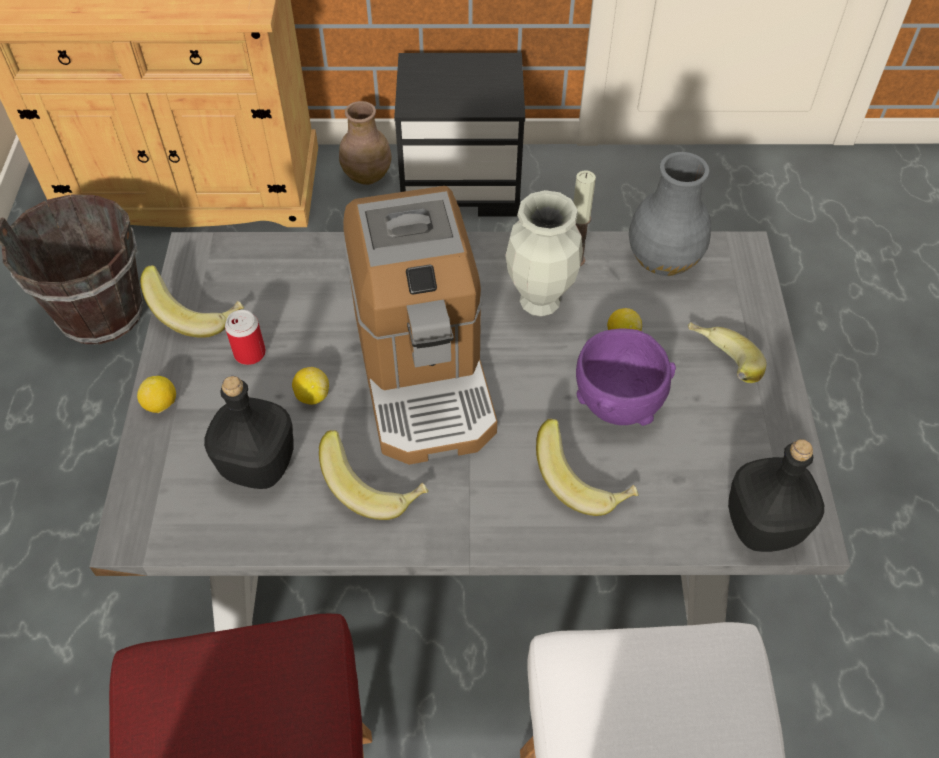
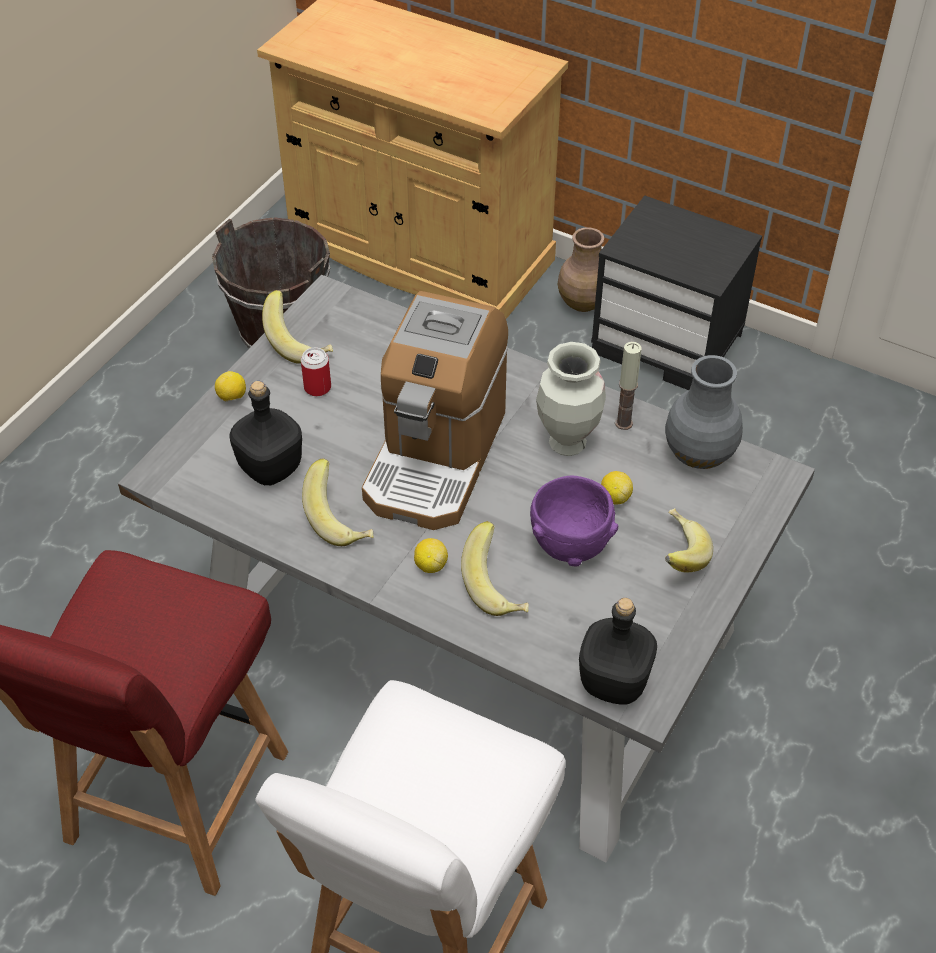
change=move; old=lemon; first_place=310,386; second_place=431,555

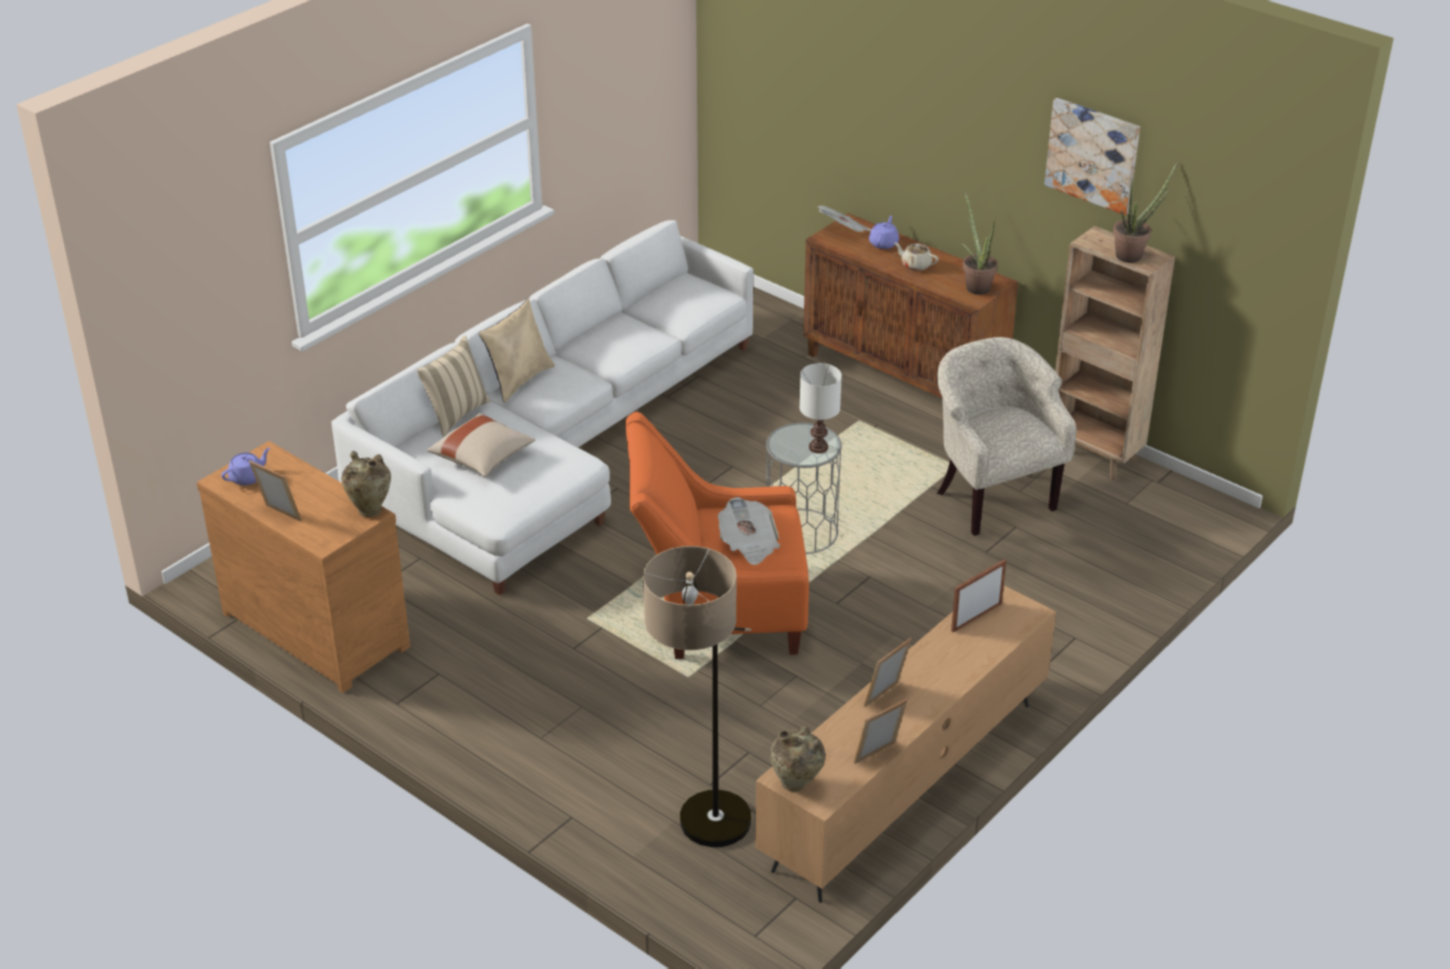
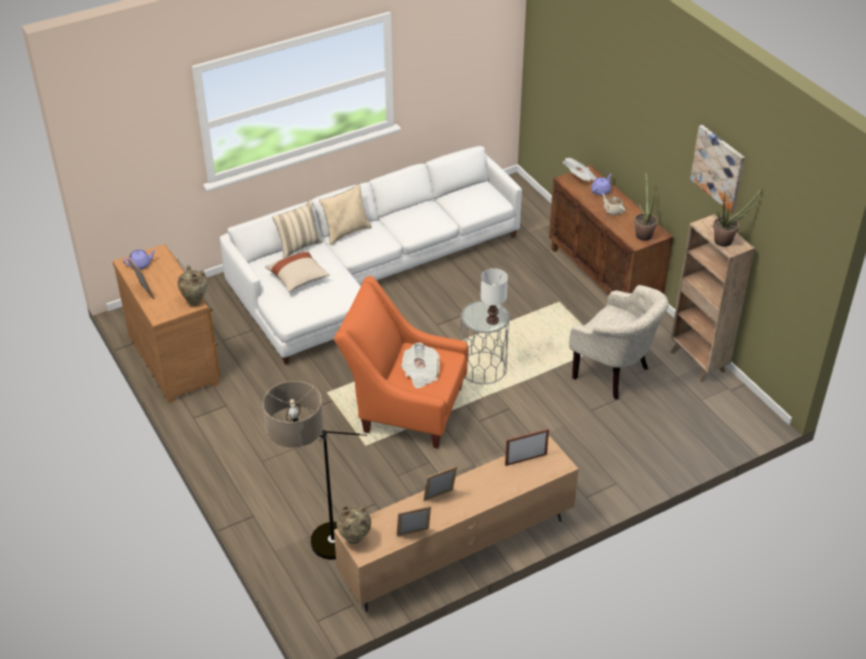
change=rotate; old=armchair/beige; first_place=1007,436; second_place=618,342; degrees=135

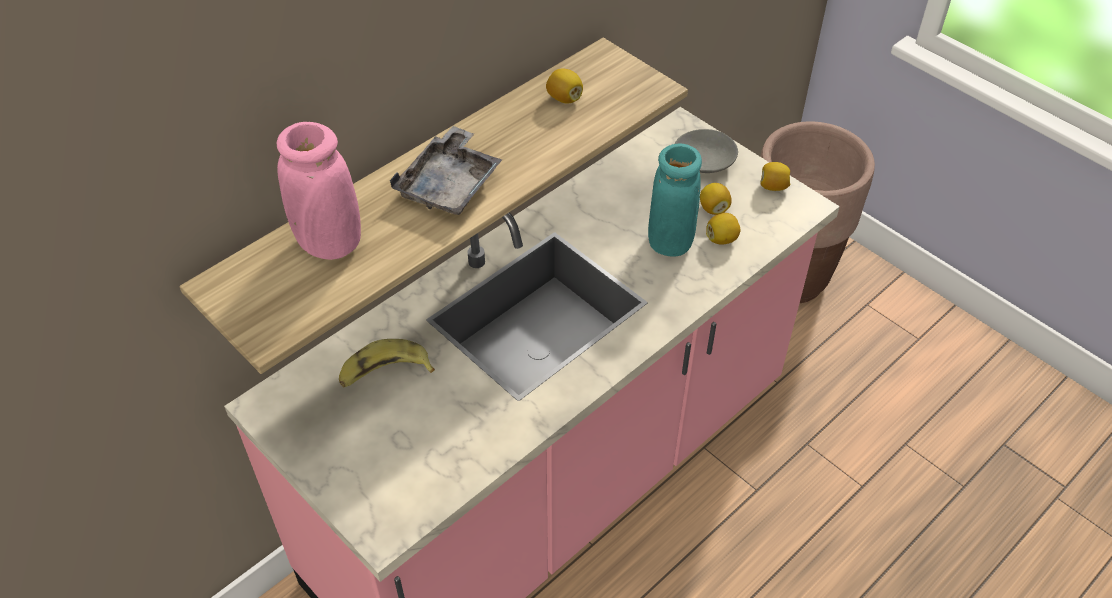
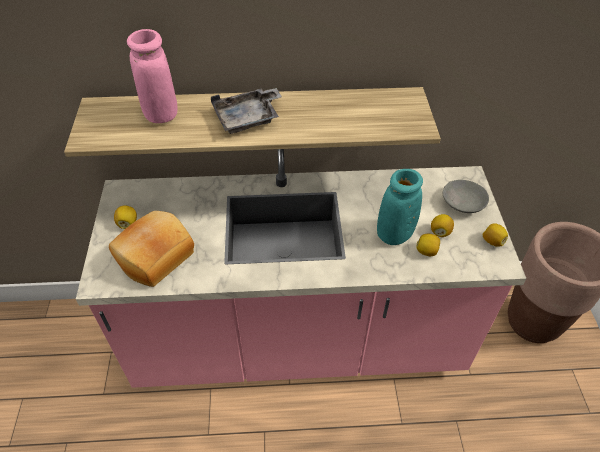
change=insert; new=bread; second_place=151,249
change=move; old=lemon; first_place=564,85; second_place=125,217
change=delete; old=banana; first_place=387,363

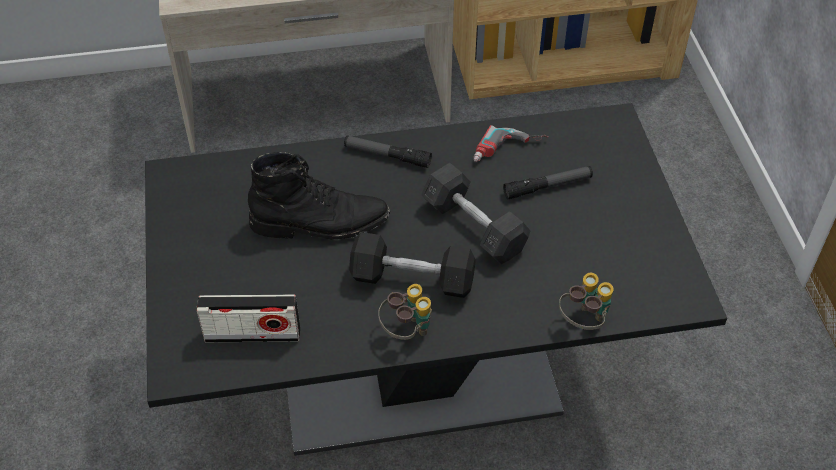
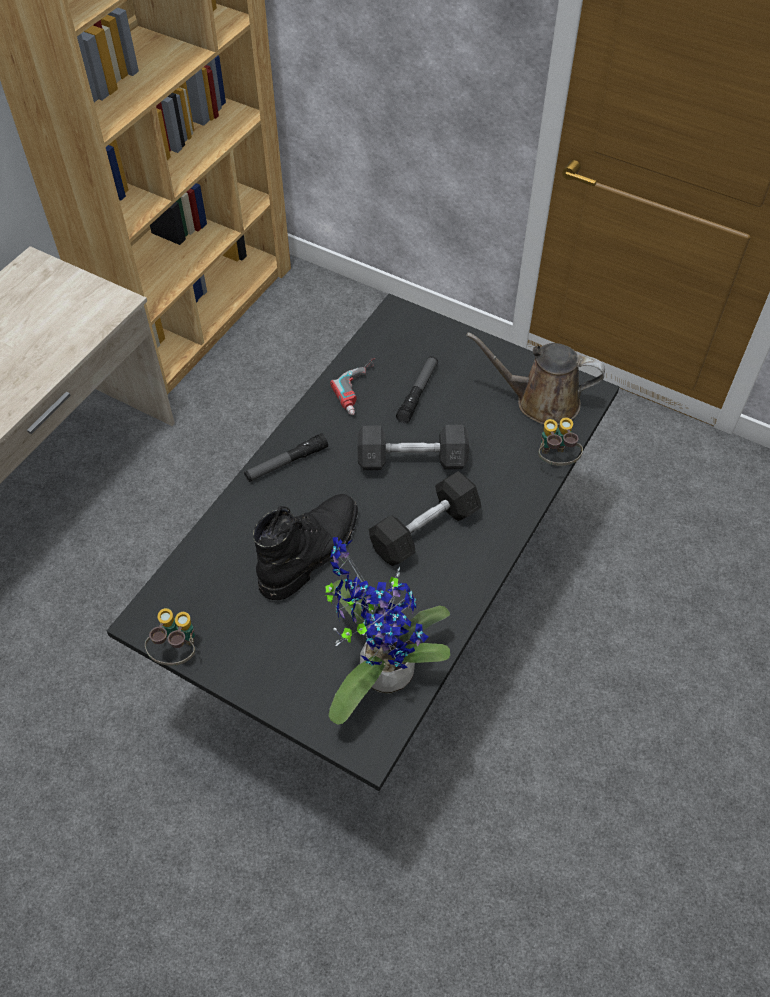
change=move; old=binoculars; first_place=405,312; second_place=170,637
change=replace; old=radio; new=potted plant; first_place=248,318; second_place=387,631
change=insert; new=watering can/brown; second_place=535,378

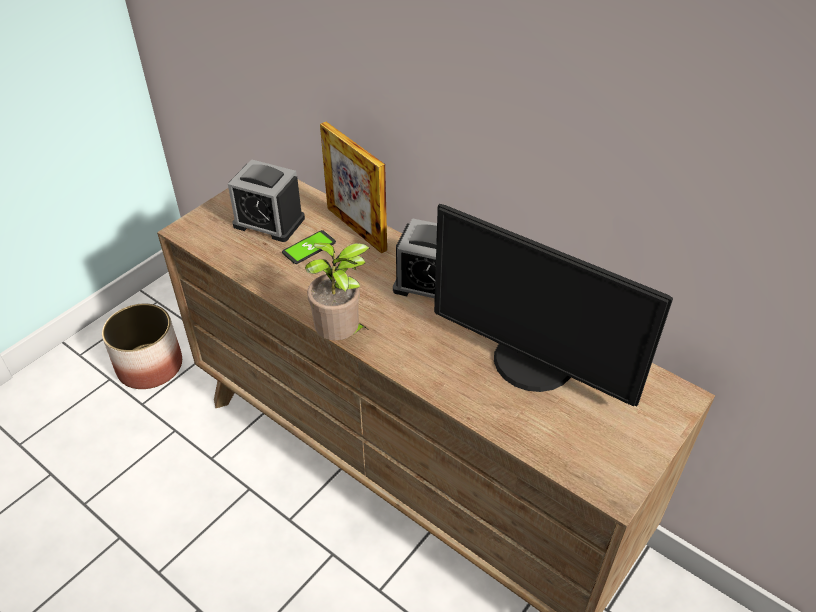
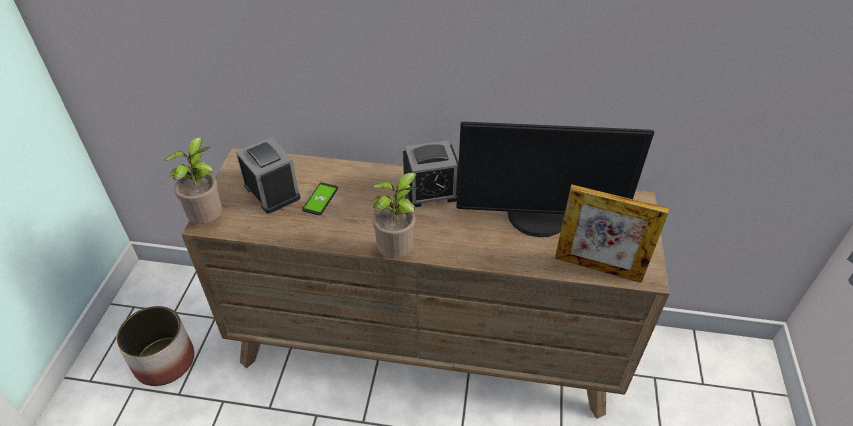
change=insert; new=potted plant; second_place=193,180
change=rotate; old=alarm clock; first_place=266,200; second_place=268,175; degrees=-120
change=move; old=picture frame; first_place=353,188; second_place=612,234

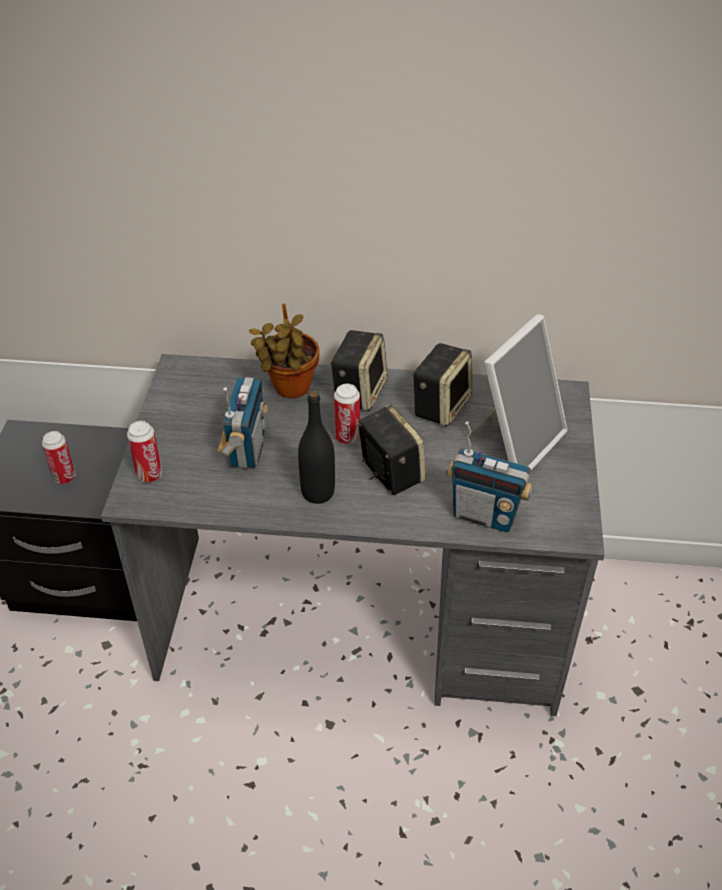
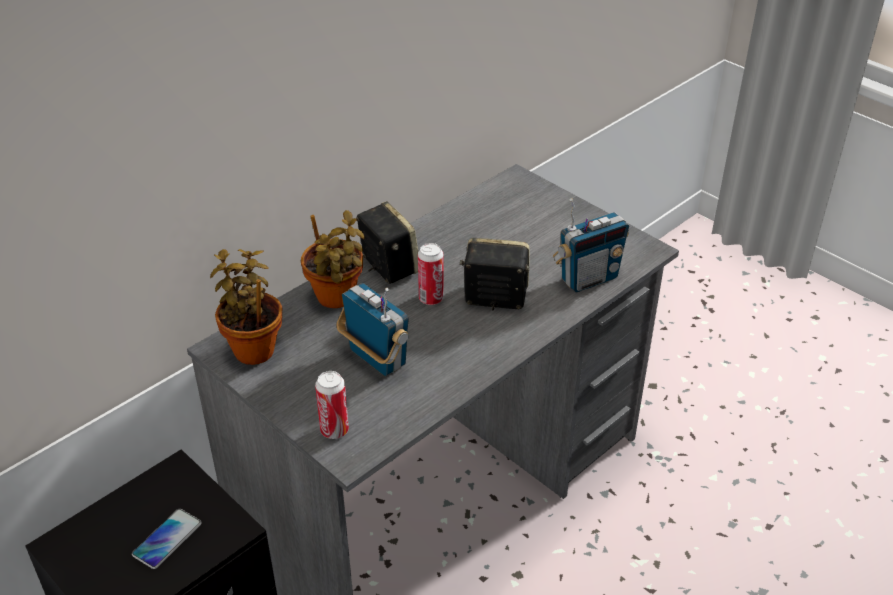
change=replace; old=can; new=phone; first_place=59,457; second_place=167,539
change=insert; new=potted plant; second_place=246,307
change=delete; old=bottle/black; first_place=316,447
change=delete; old=speaker; first_place=442,385
change=delete; old=picture frame; first_place=519,392

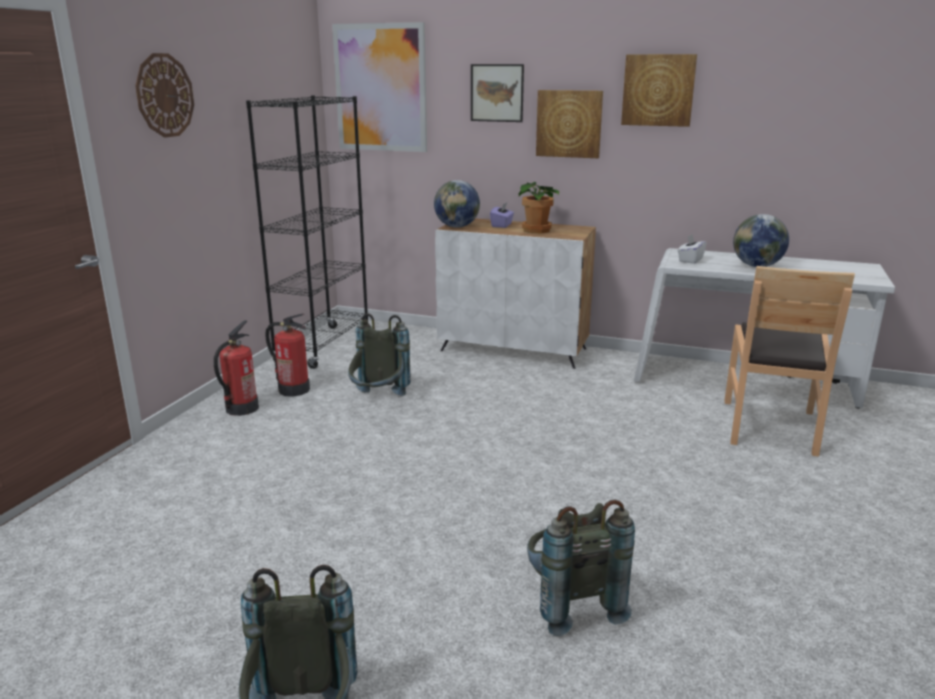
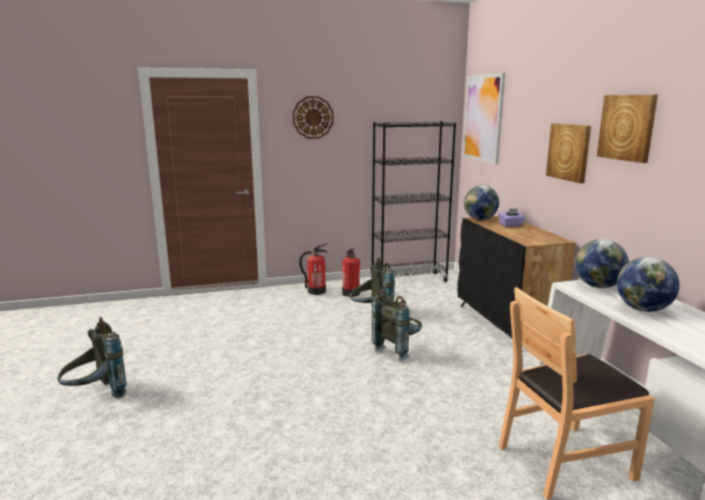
change=move; old=backpack/grey; first_place=581,568; second_place=397,326
change=recolor; old=cabinet/white; new=cabinet/black; first_place=515,293; second_place=516,277
change=replace; old=tissue box/white; new=globe; first_place=692,249; second_place=602,263
change=delete; old=picture; first_place=497,93
change=delete; old=potted plant; first_place=539,207

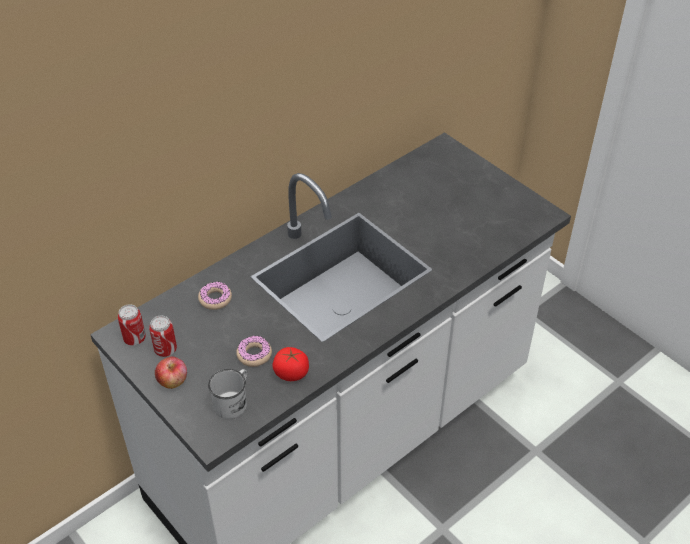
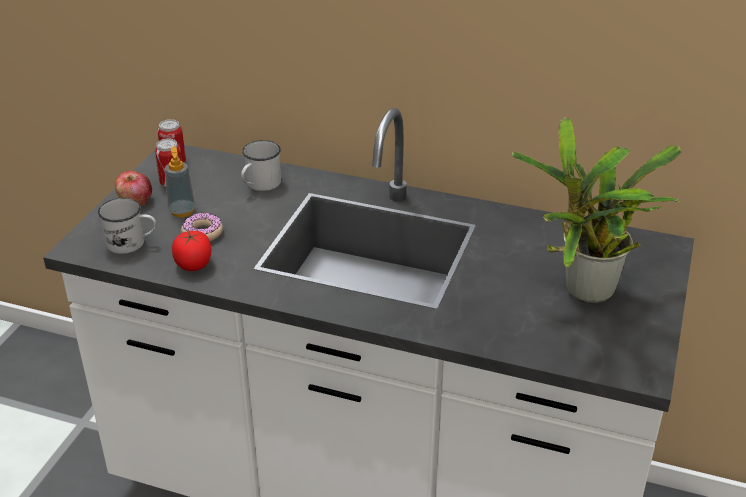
change=insert; new=soap dispenser; second_place=180,181
change=replace; old=donut; new=mug/white; first_place=215,295; second_place=261,165
change=insert; new=potted plant; second_place=597,210

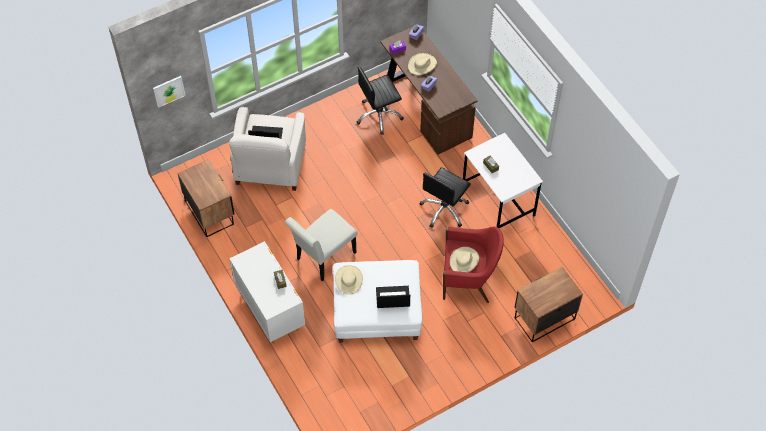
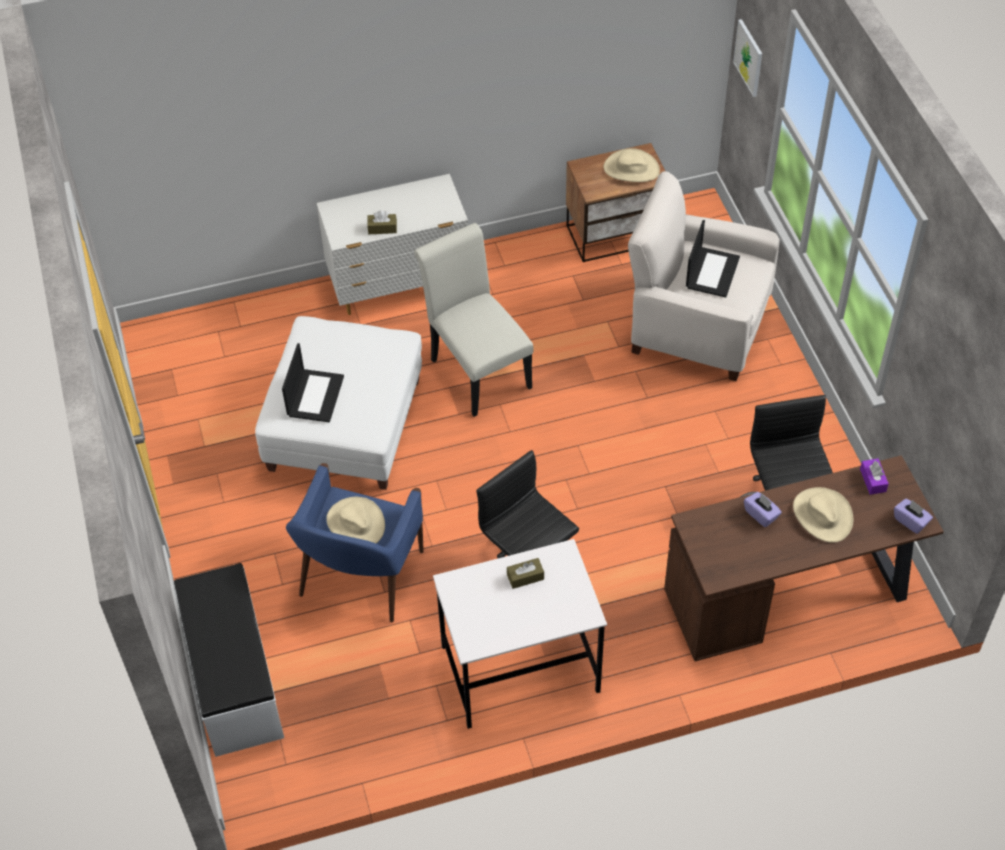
change=replace; old=nightstand; new=bench/white; first_place=549,304; second_place=229,660
change=recolor; old=armchair/red; new=armchair/blue; first_place=473,265; second_place=355,542
change=move; old=hat/beige; first_place=349,280; second_place=632,165

